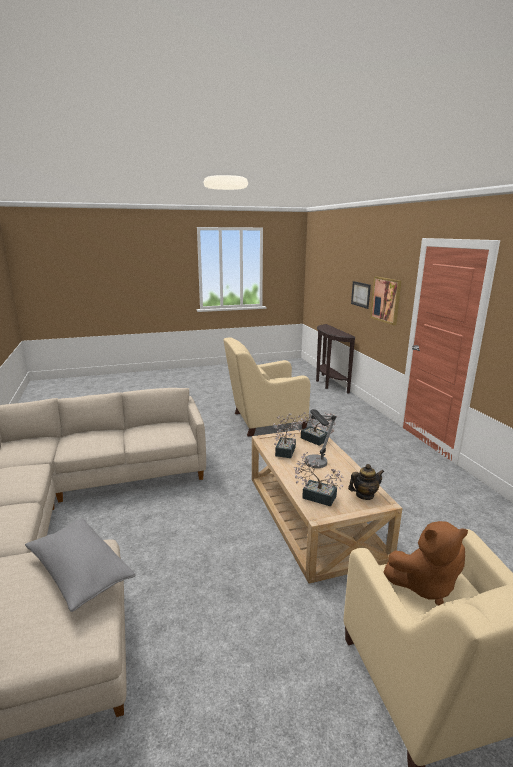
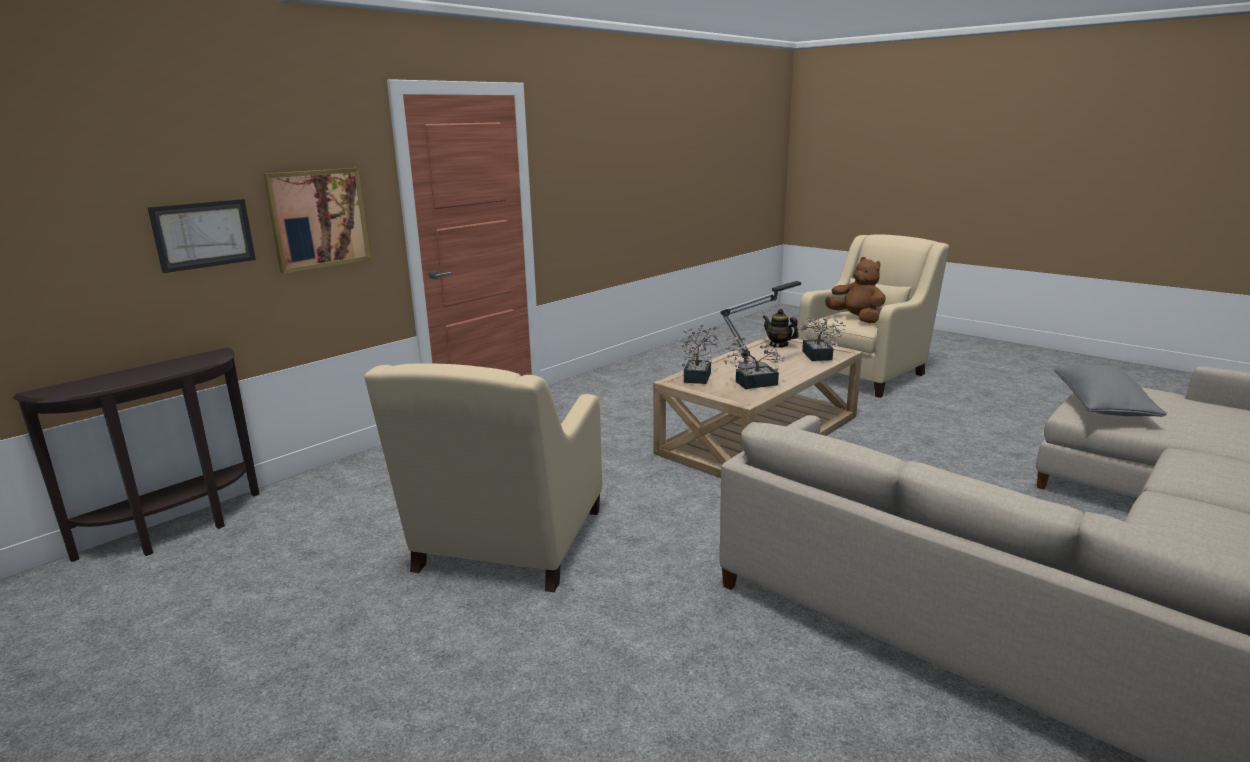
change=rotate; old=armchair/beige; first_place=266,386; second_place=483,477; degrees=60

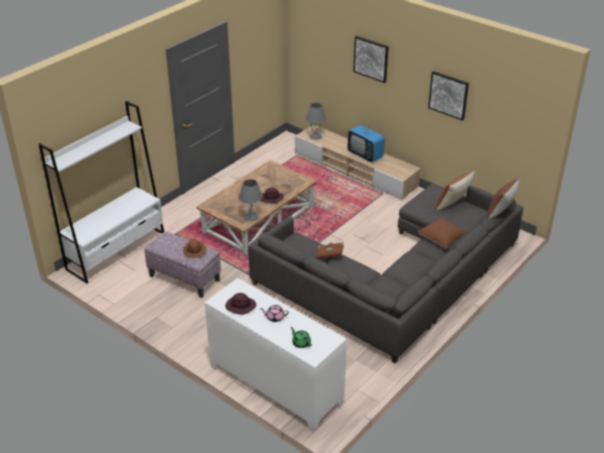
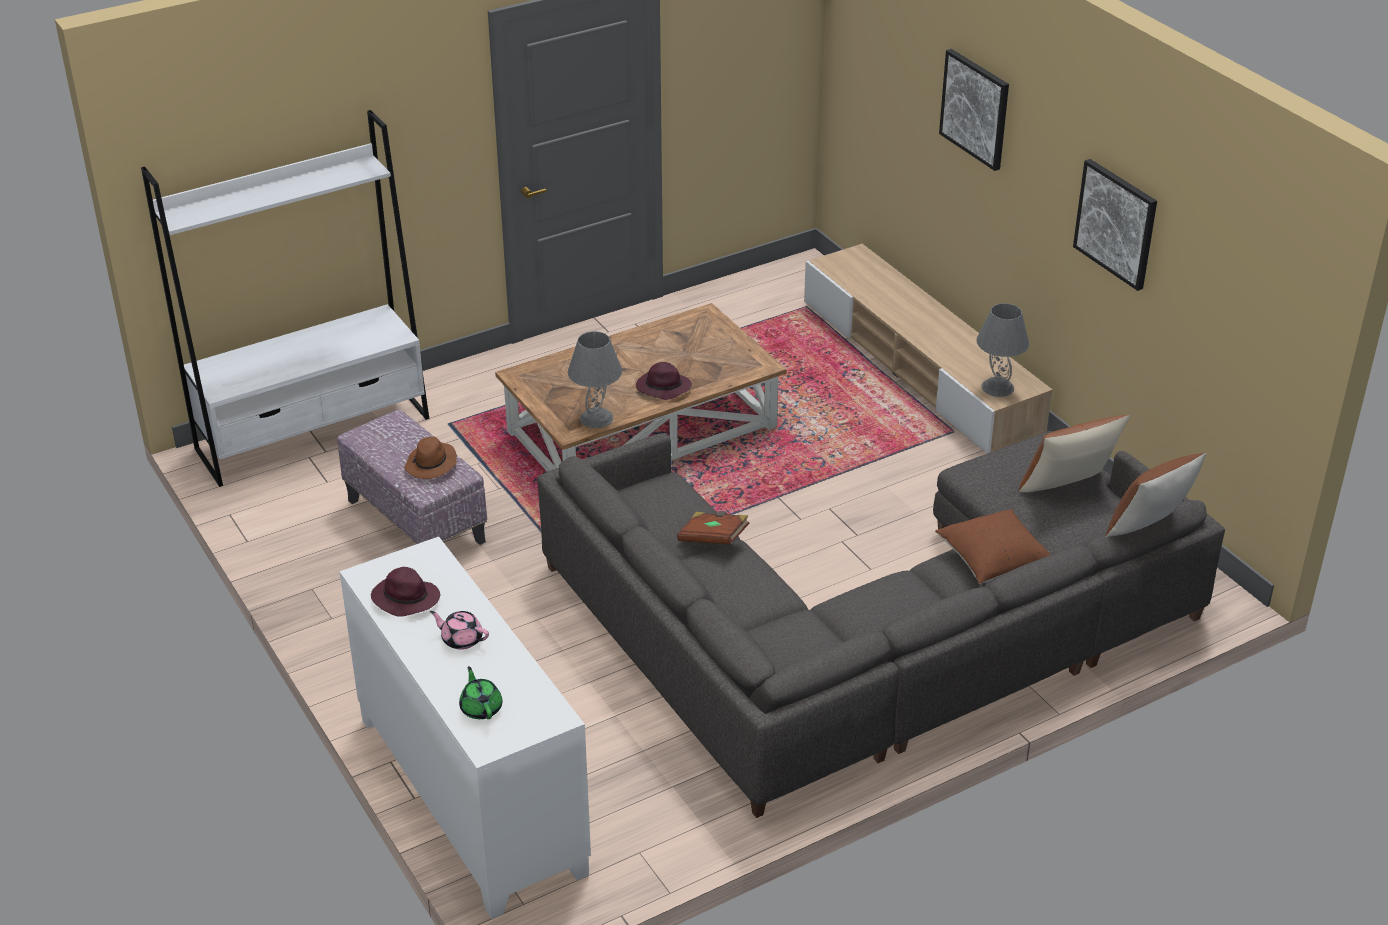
change=move; old=table lamp/grey; first_place=316,121; second_place=1002,350
change=delete; old=television; first_place=366,138

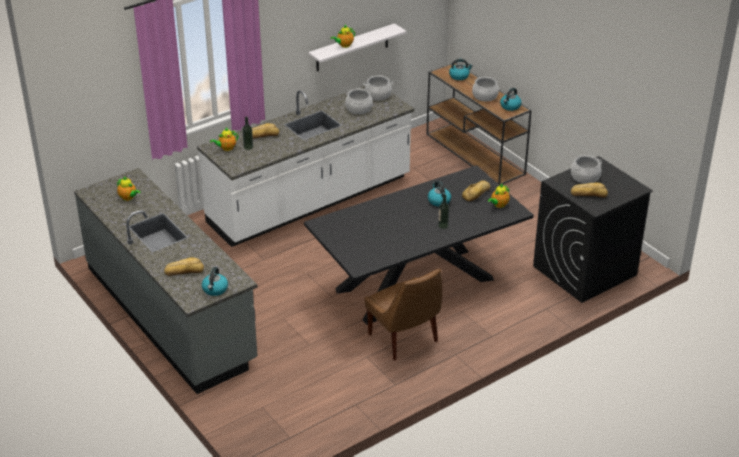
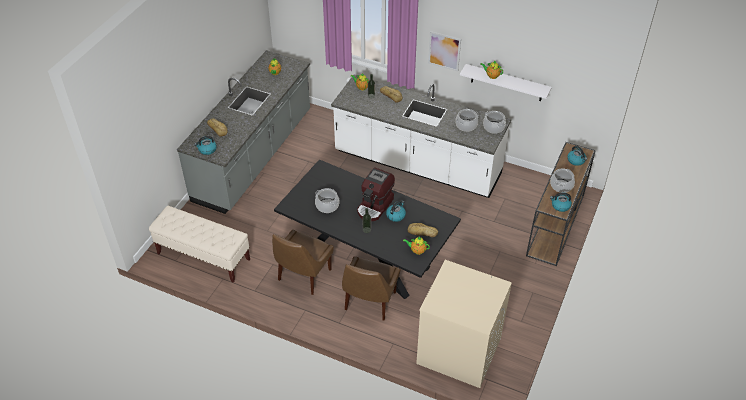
change=insert; new=bench/beige; second_place=199,244
change=move; old=cooking pot; first_place=586,169; second_place=327,200
change=insert; new=chair/brown; second_place=371,288
change=insert; new=coffee machine; second_place=376,194
change=recolor; old=washing machine/black; new=washing machine/beige; first_place=593,229; second_place=464,324
change=insert; new=picture; second_place=444,51
change=delete; old=bread; first_place=589,190

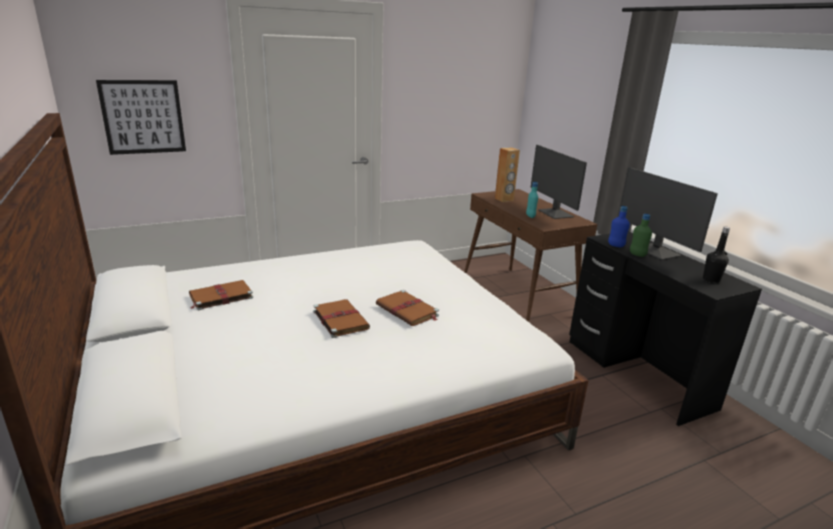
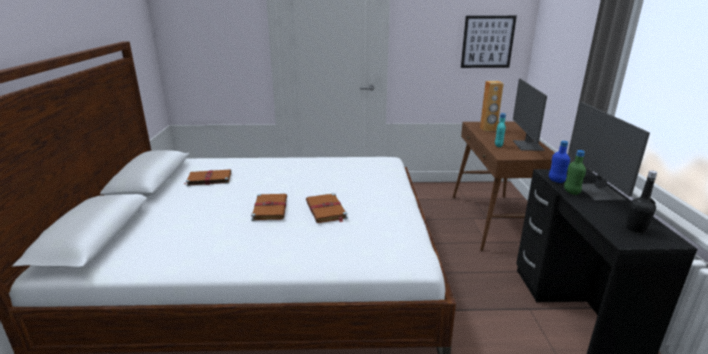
change=move; old=picture; first_place=141,117; second_place=489,42

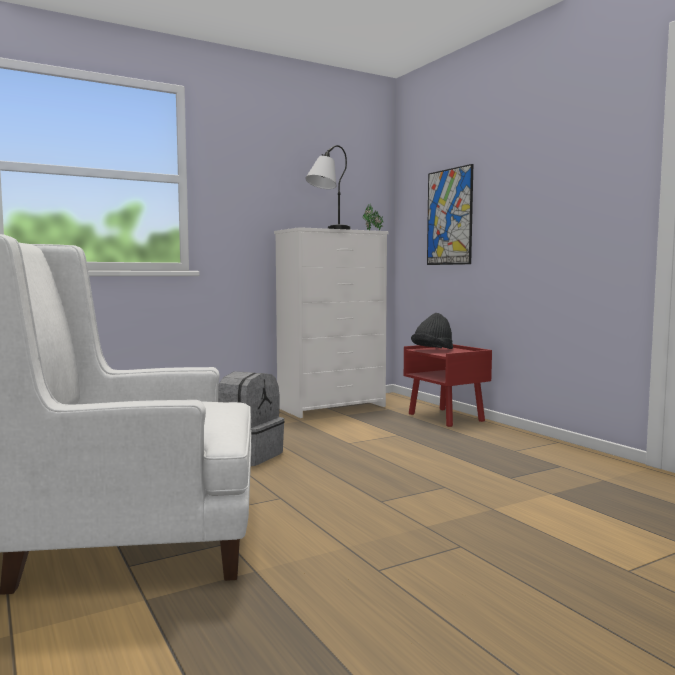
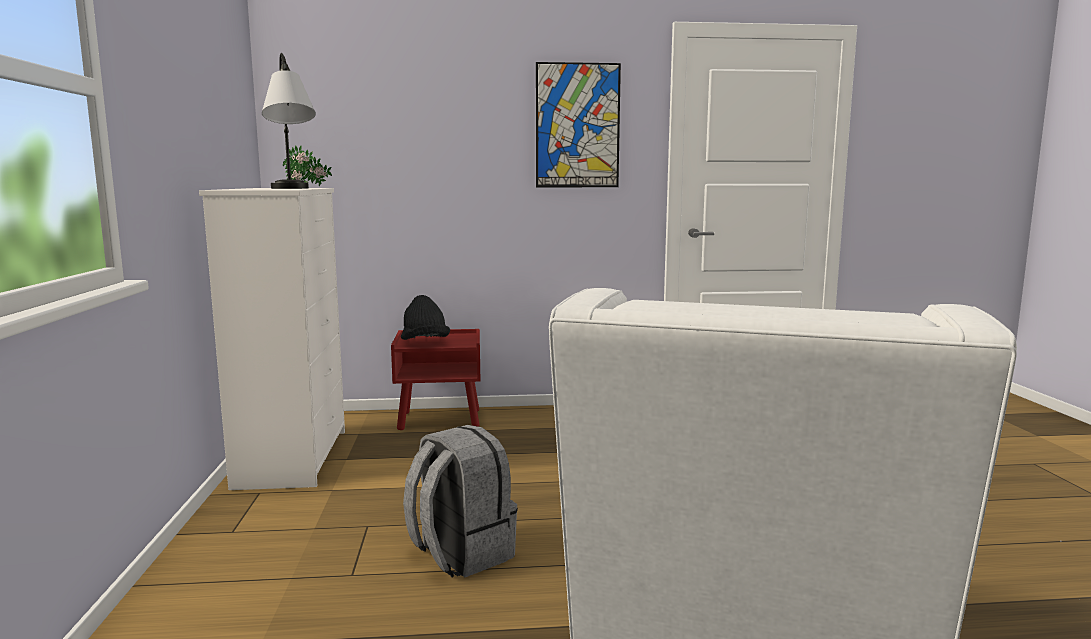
change=move; old=picture; first_place=450,214; second_place=578,124

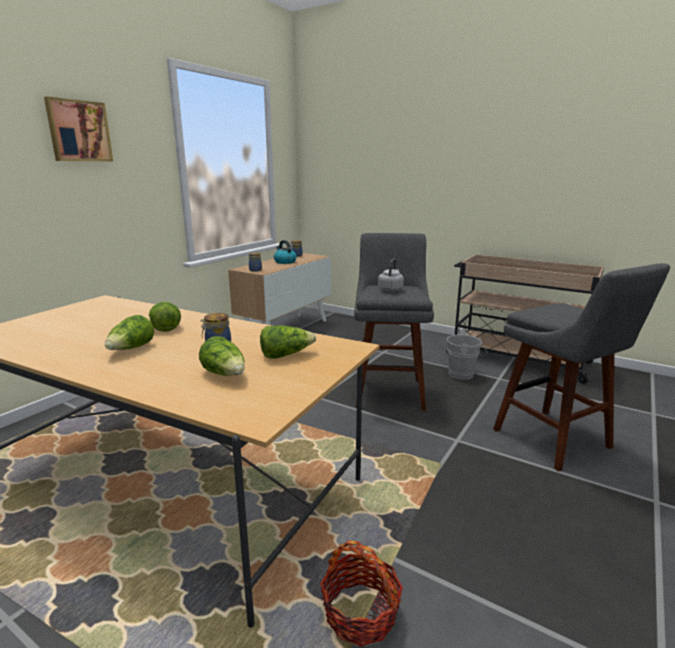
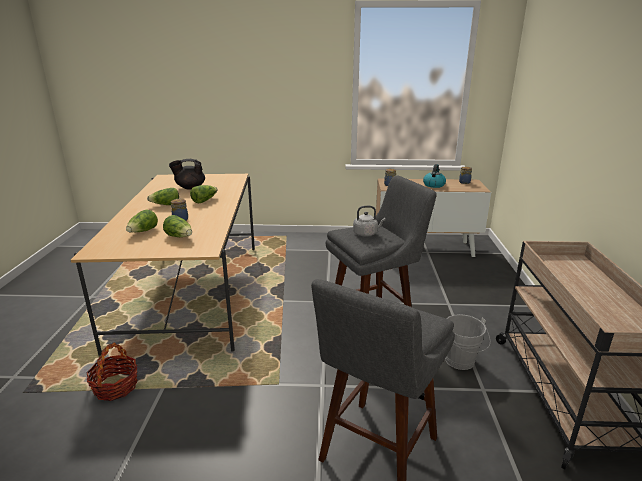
change=insert; new=teapot/black; second_place=187,174
change=delete; old=picture; first_place=78,129

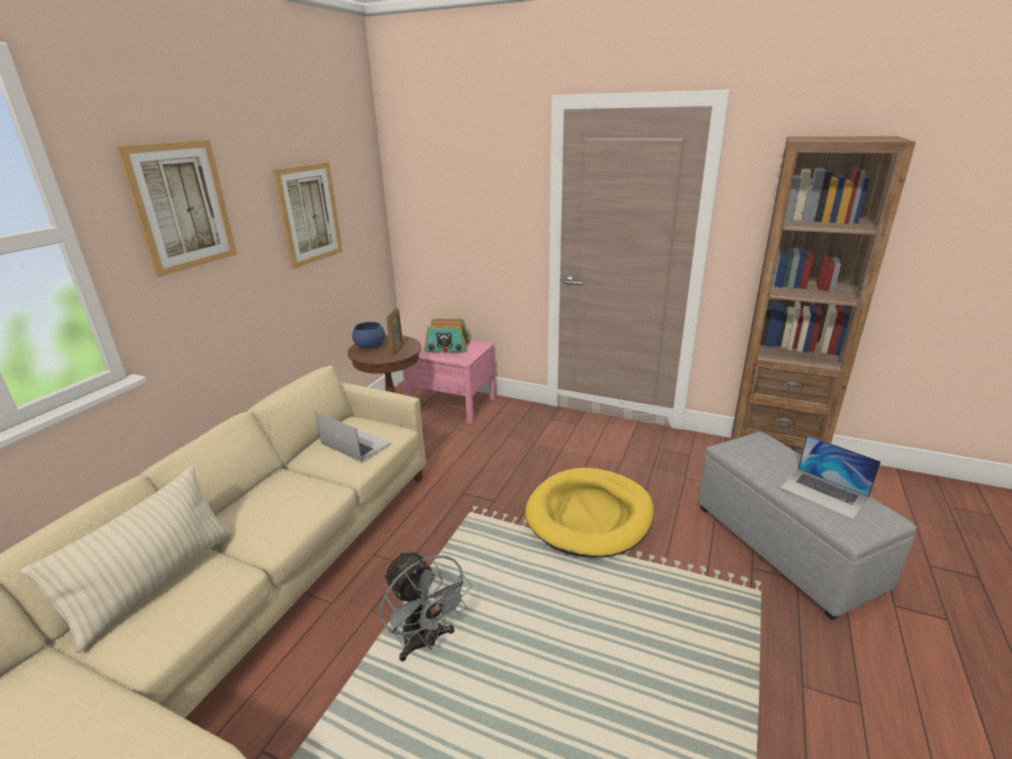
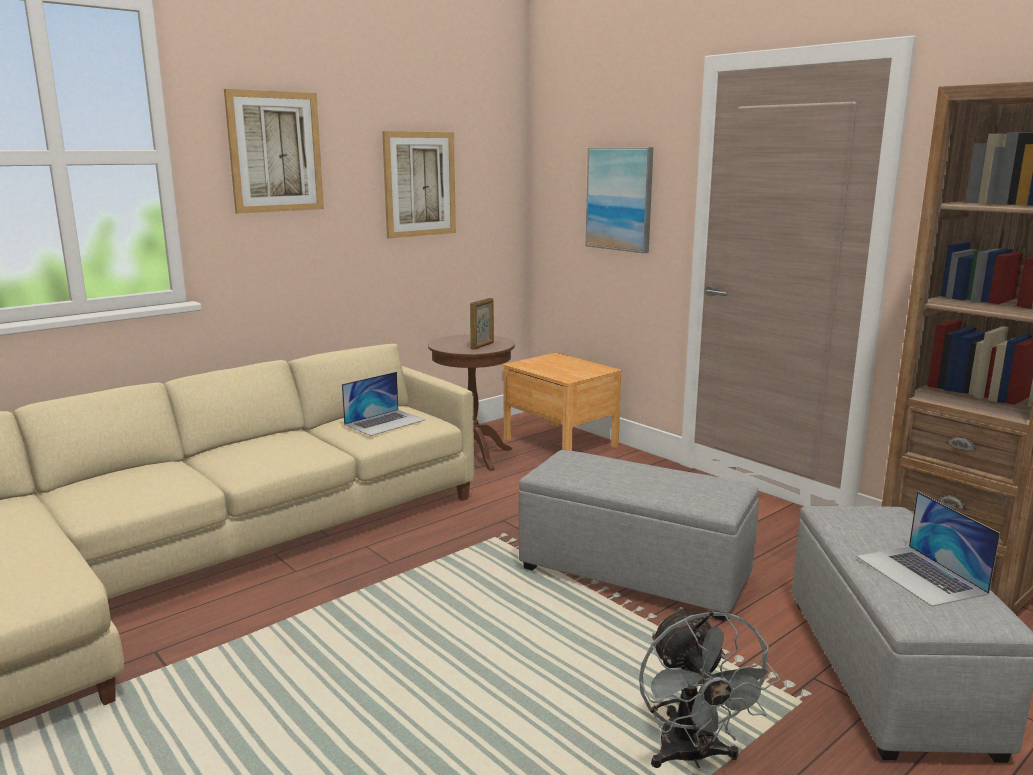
change=rotate; old=laptop; first_place=353,437; second_place=383,404; degrees=75
change=recolor; old=nightstand/pink; new=nightstand/brown; first_place=449,380; second_place=562,402
change=replace; old=dog bed/yellow; new=ottoman/grey; first_place=589,512; second_place=639,535
change=insert; new=picture; second_place=620,200
change=move; old=fan/grey; first_place=426,606; second_place=709,687
change=delete; old=pillow/beige; first_place=126,559
change=delete; old=bowl/blue; first_place=368,335
change=delete; old=radio; first_place=447,335

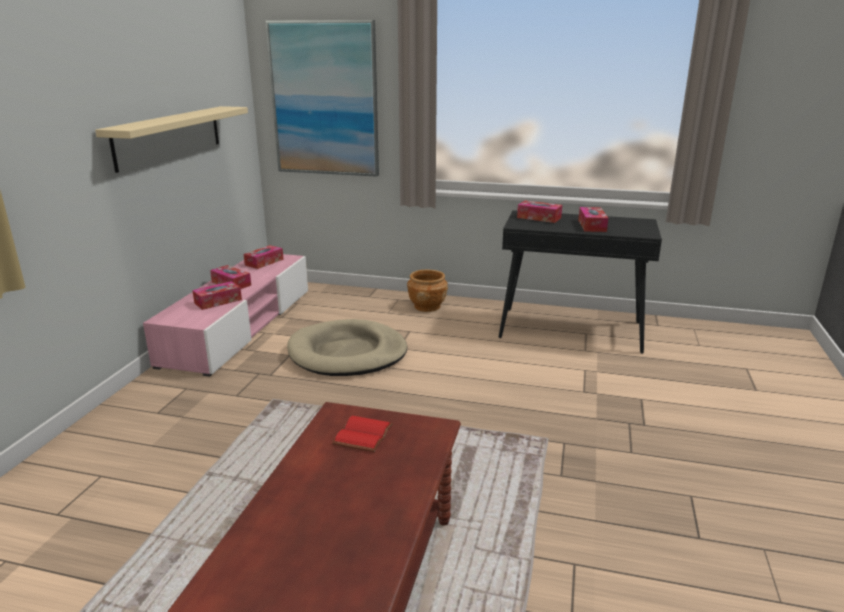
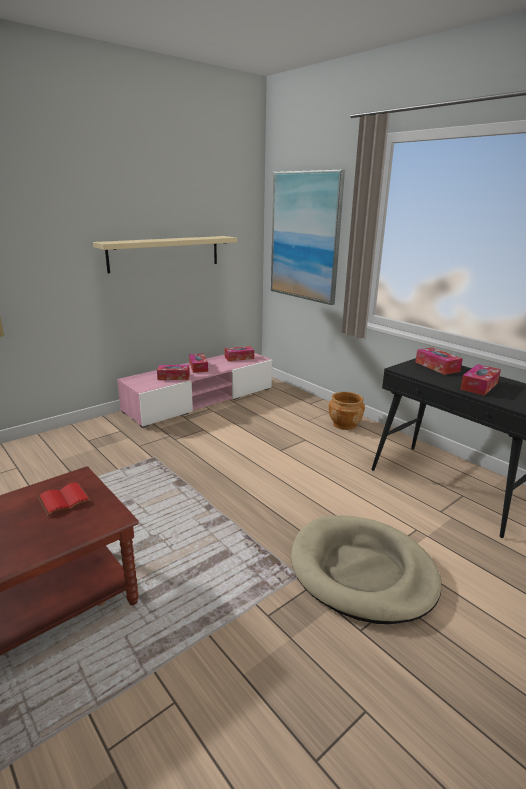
change=move; old=dog bed/beige; first_place=347,347; second_place=366,570

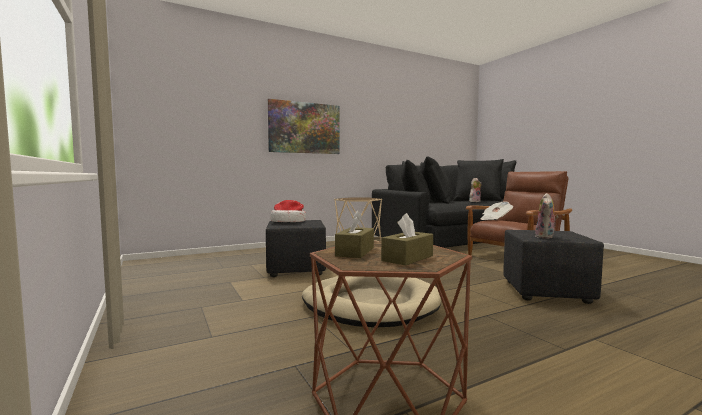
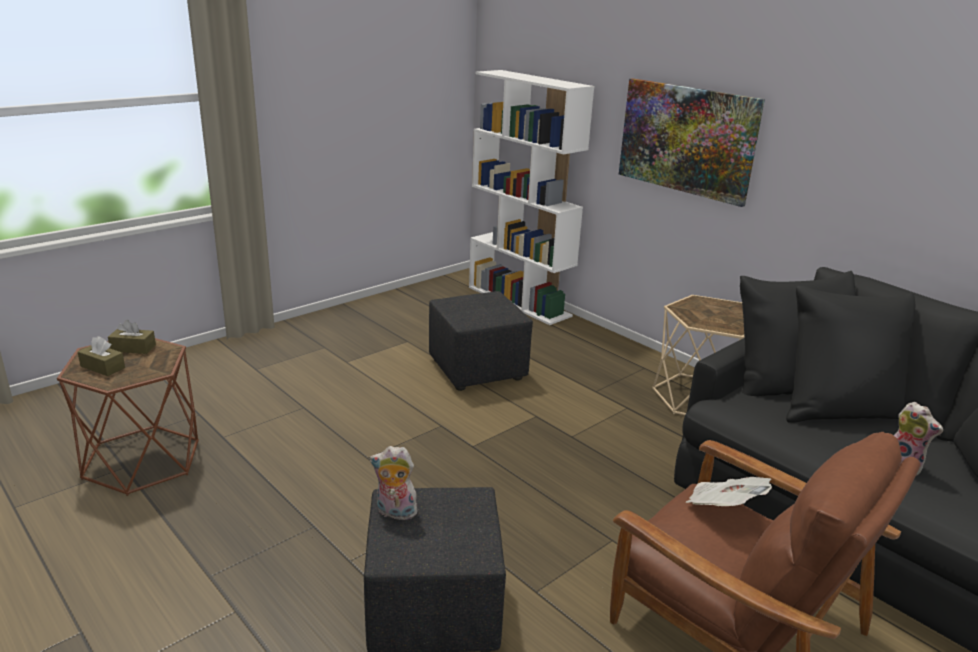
change=insert; new=bookcase/white; second_place=531,197
change=delete; old=hat; first_place=288,211
change=delete; old=dog bed/beige; first_place=371,301

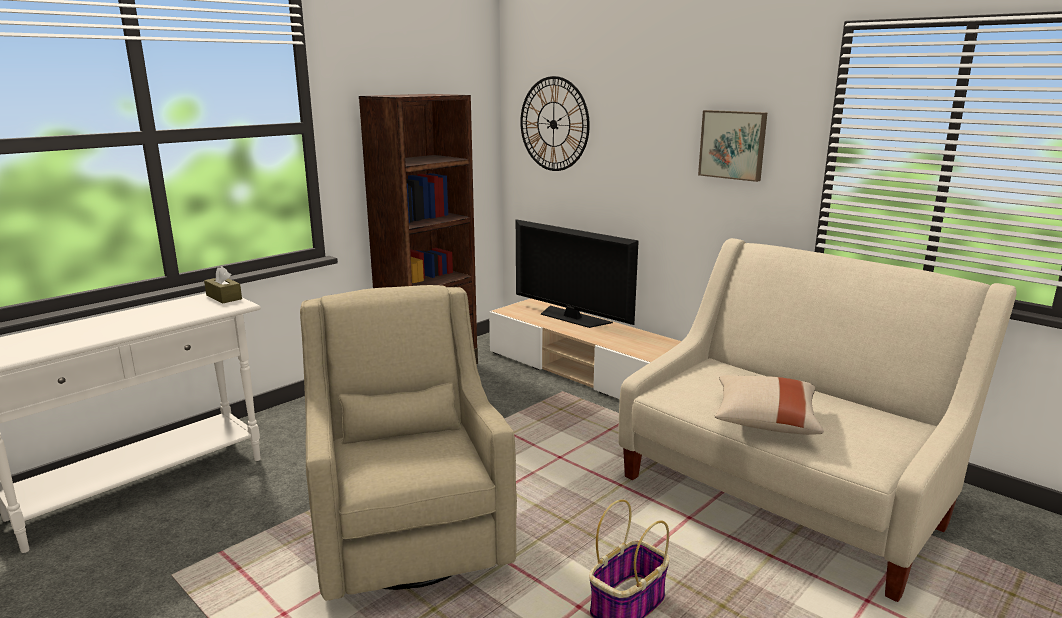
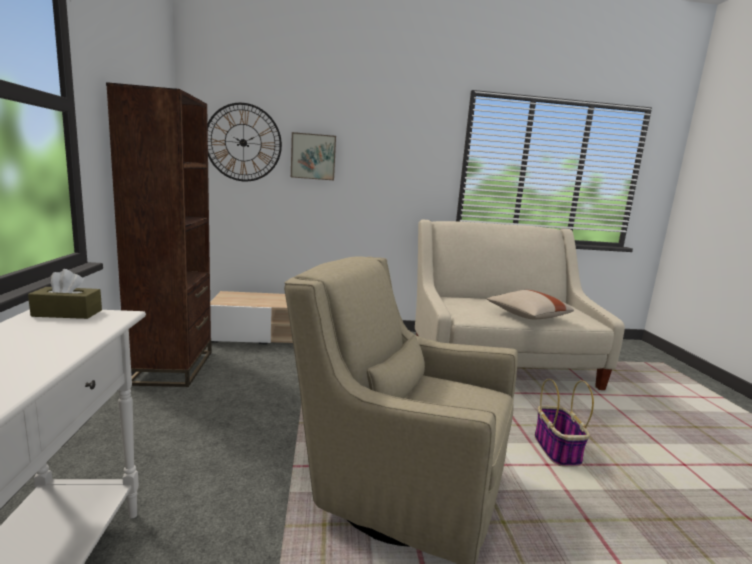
change=move; old=picture; first_place=732,146; second_place=313,156
change=delete; old=television; first_place=577,273

